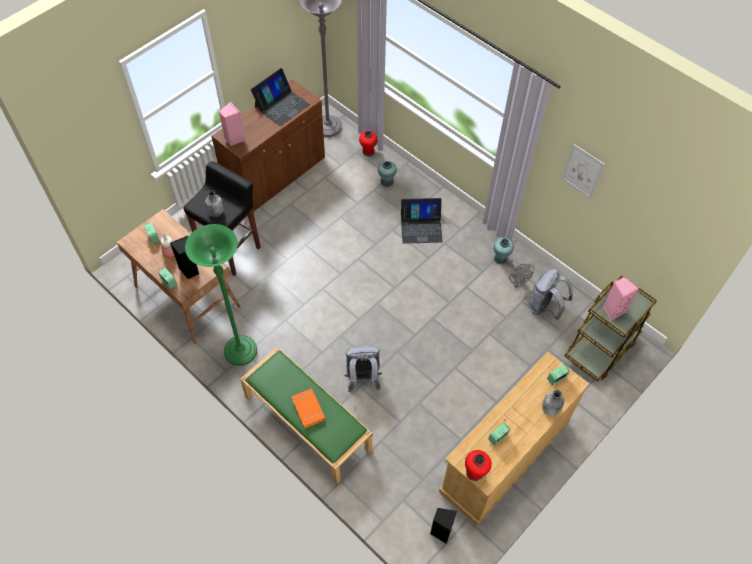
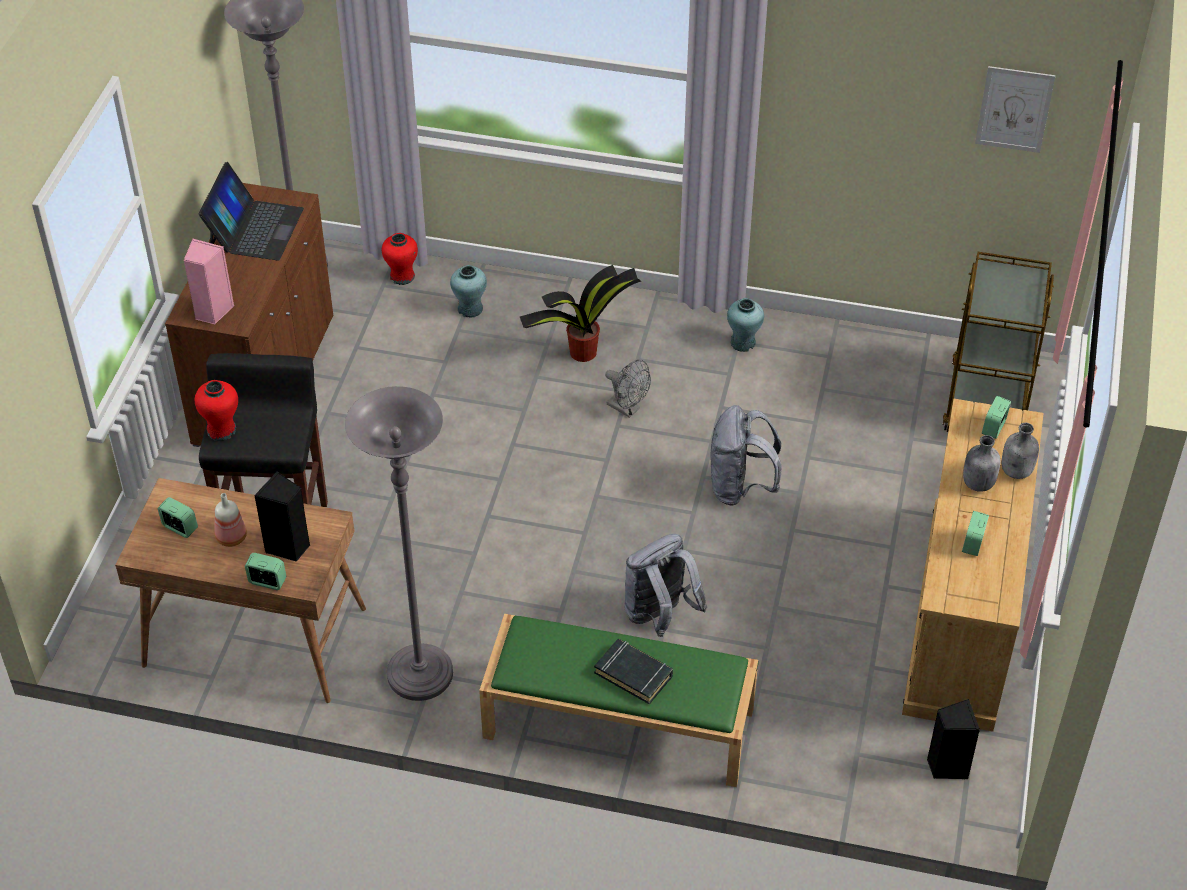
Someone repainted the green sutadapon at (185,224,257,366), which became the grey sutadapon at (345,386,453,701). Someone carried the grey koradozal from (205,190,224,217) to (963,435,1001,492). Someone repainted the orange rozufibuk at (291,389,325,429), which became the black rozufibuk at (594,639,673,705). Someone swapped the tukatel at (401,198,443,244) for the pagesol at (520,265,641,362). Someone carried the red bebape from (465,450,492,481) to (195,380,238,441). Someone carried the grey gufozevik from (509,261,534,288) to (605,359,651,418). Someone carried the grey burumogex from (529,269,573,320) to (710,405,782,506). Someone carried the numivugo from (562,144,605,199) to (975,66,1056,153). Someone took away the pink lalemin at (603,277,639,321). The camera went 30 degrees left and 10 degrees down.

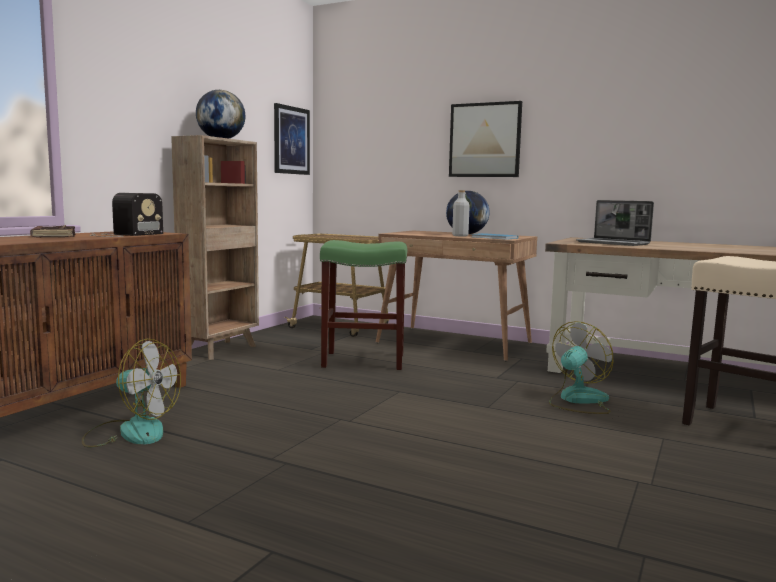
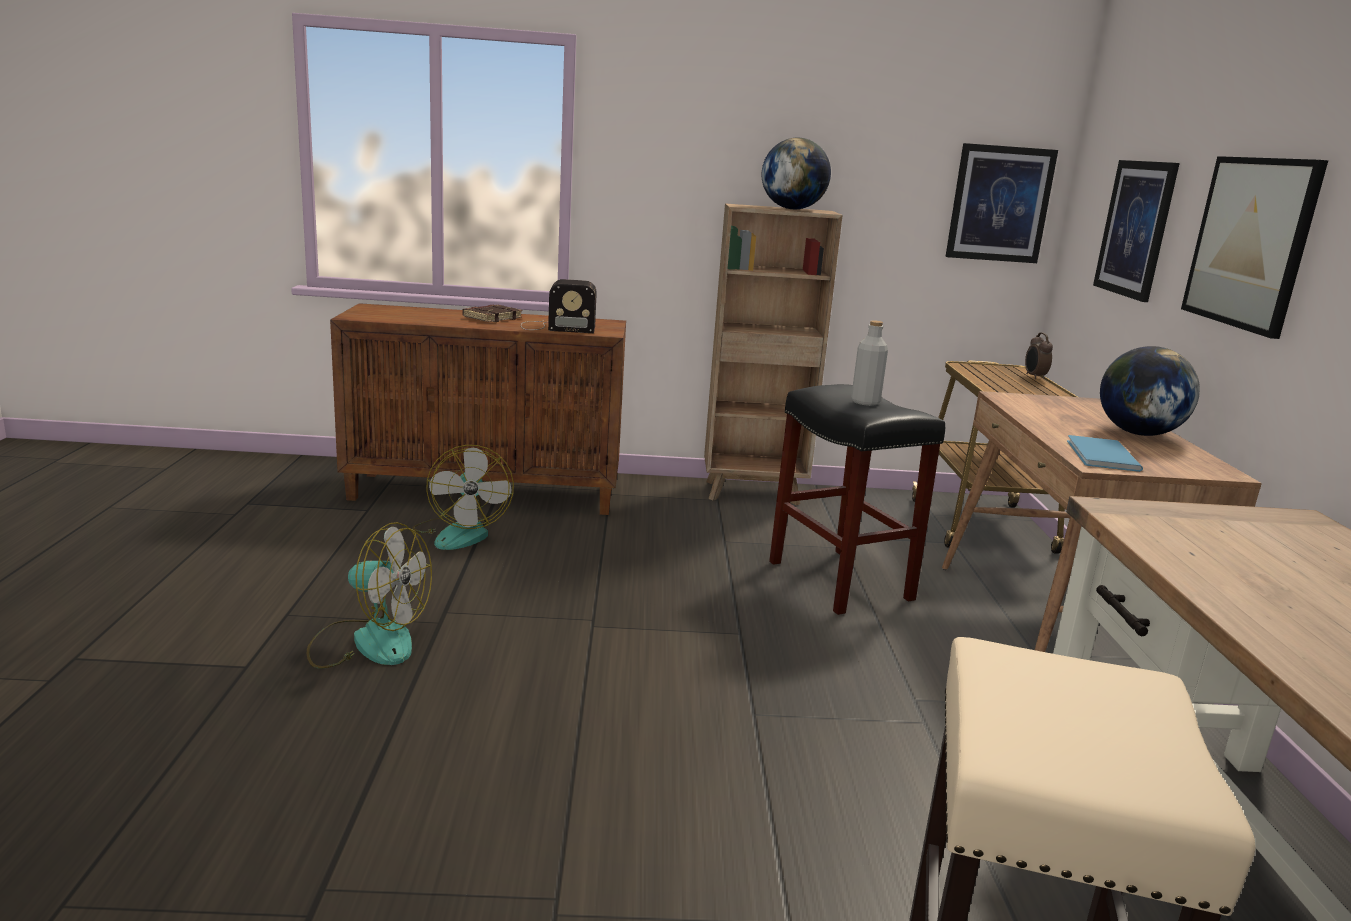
Someone repainted the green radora at (320,240,407,370), which became the black radora at (769,384,945,615). Someone carried the grey koradozal from (452,190,470,236) to (851,320,888,406). Someone carried the gufozevik from (549,321,614,414) to (307,522,432,669). Someone took away the tukatel at (576,200,654,246). Someone put down the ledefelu at (1025,332,1053,379). Someone put up the numivugo at (1093,160,1180,302). The camera went 60 degrees right and 10 degrees up.

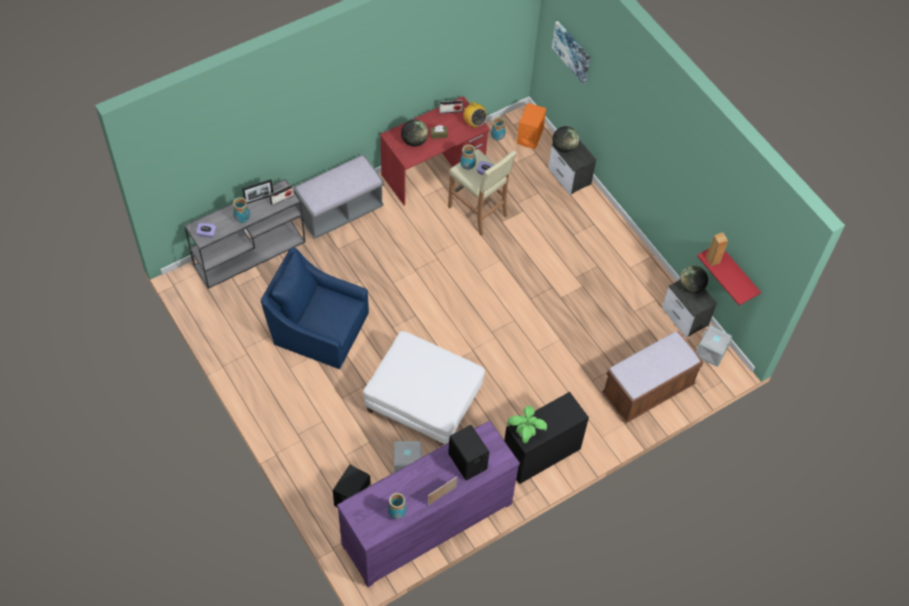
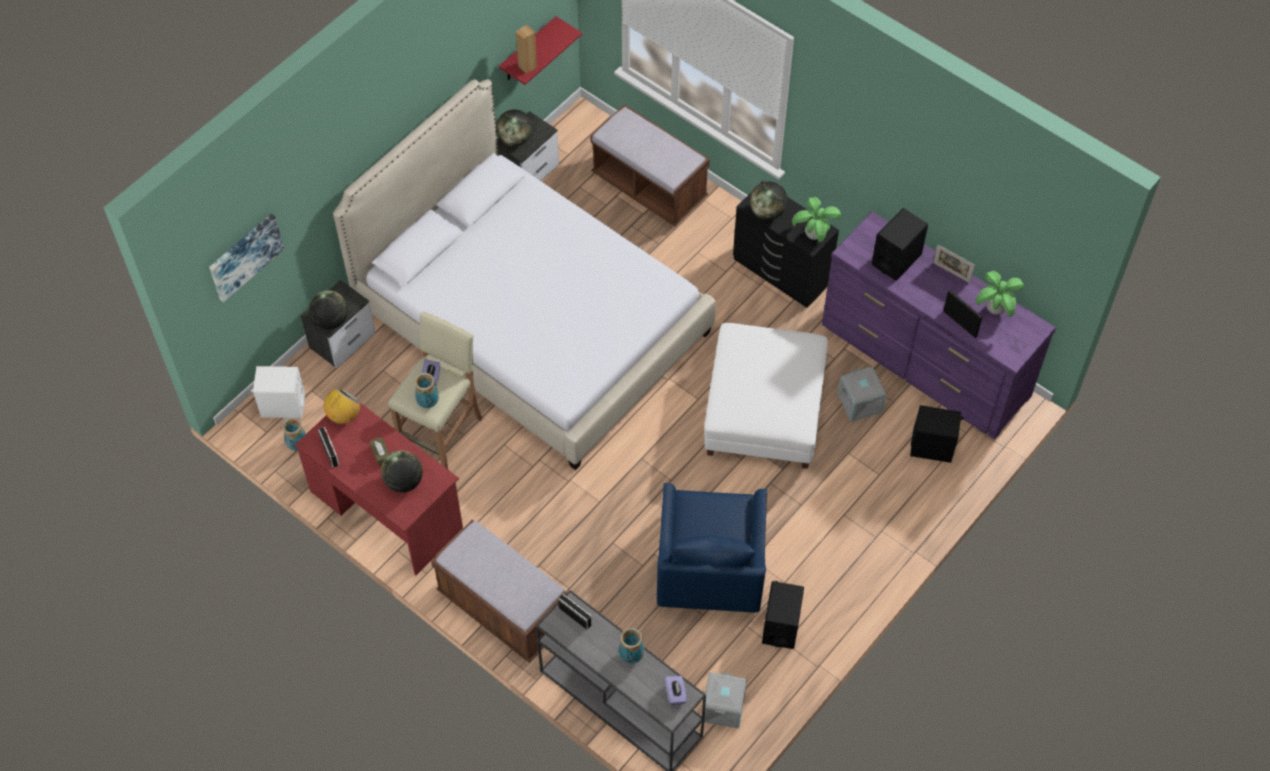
Someone carried the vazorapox from (242,179,273,204) to (943,290,982,338). Someone repainted the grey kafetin at (293,154,384,239), which became the brown kafetin at (431,520,567,663). Someone swapped the bebape at (388,493,407,519) for the pagesol at (976,271,1024,317). Someone repainted the orange lalemin at (517,103,546,149), which became the white lalemin at (251,366,305,418). Someone carried the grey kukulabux from (696,325,732,367) to (704,672,747,729). Someone put down the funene at (333,79,716,470). Someone put down the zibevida at (749,181,787,220). Someone put down the black lalemin at (762,581,804,649). The camera went 105 degrees left and 0 degrees up.

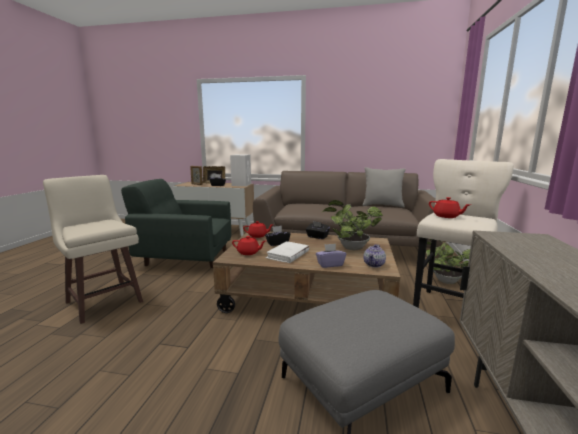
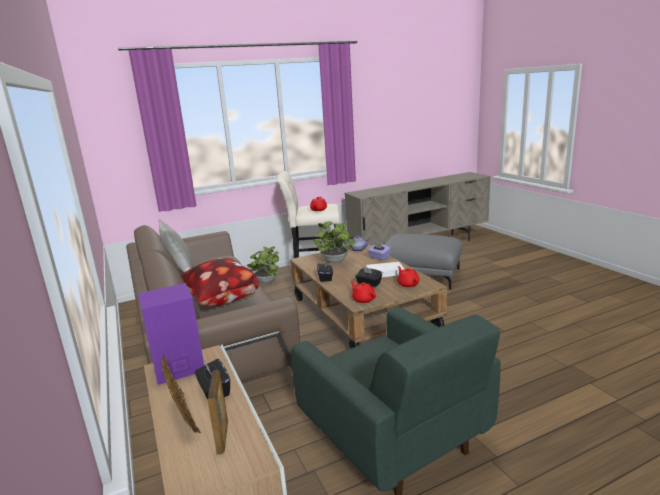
Someone took away the beige radora at (43,175,143,324). Someone repainted the white lalemin at (230,154,251,186), which became the purple lalemin at (138,283,204,385). Someone put down the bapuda at (180,258,259,307). The camera went 125 degrees left and 5 degrees up.

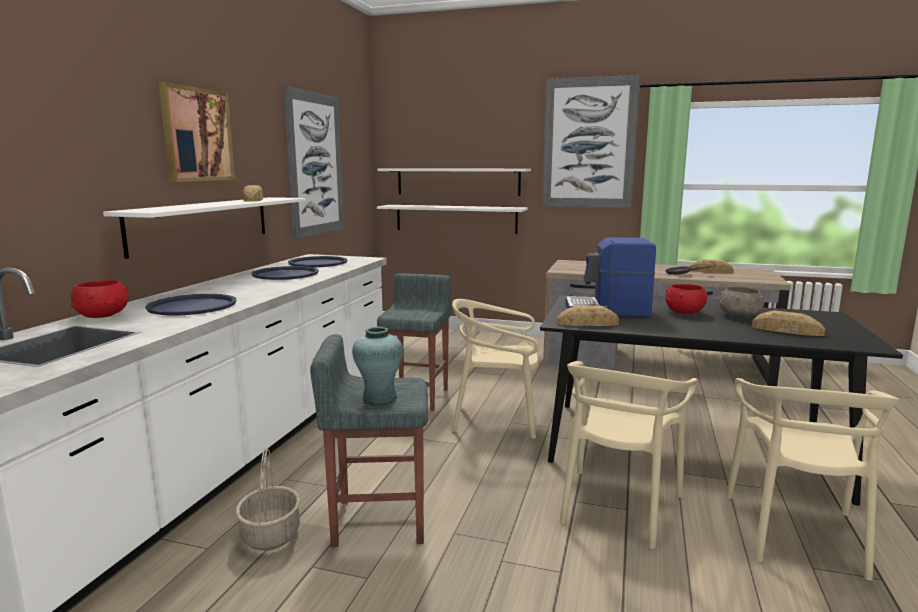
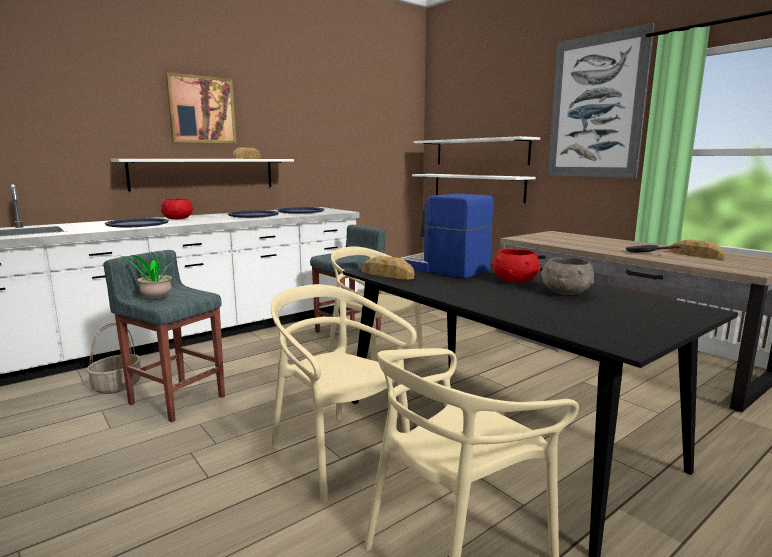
Someone carried the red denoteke from (71,280,129,318) to (161,199,194,219). Someone took away the numivugo at (283,86,344,239). Someone swapped the turquoise bebape at (352,327,403,405) for the pagesol at (114,254,178,298). Someone rotated the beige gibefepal at (559,361,698,549) by 75 degrees clockwise. Someone took away the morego at (752,310,825,336). The camera went 35 degrees right and 0 degrees up.

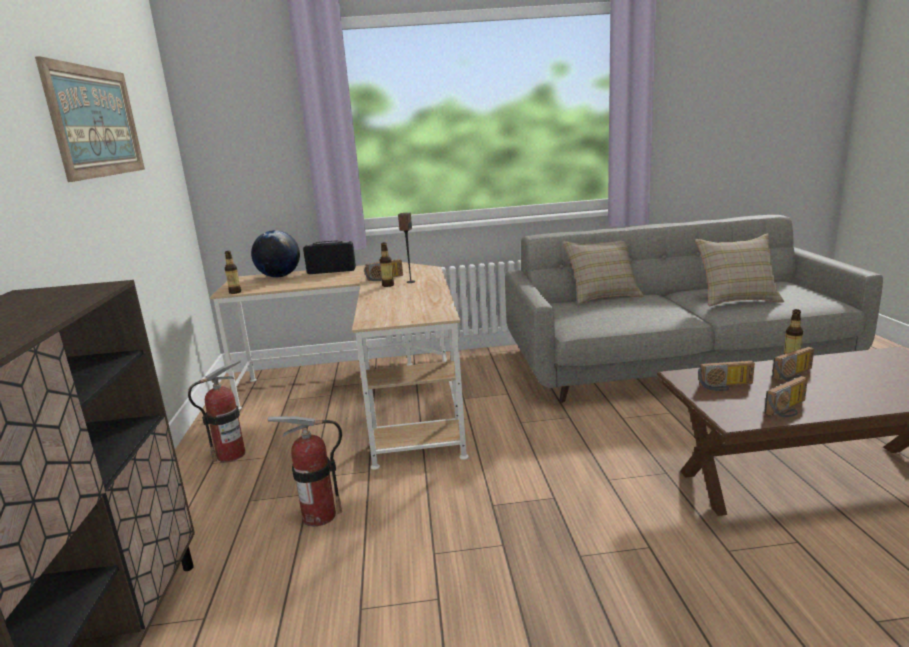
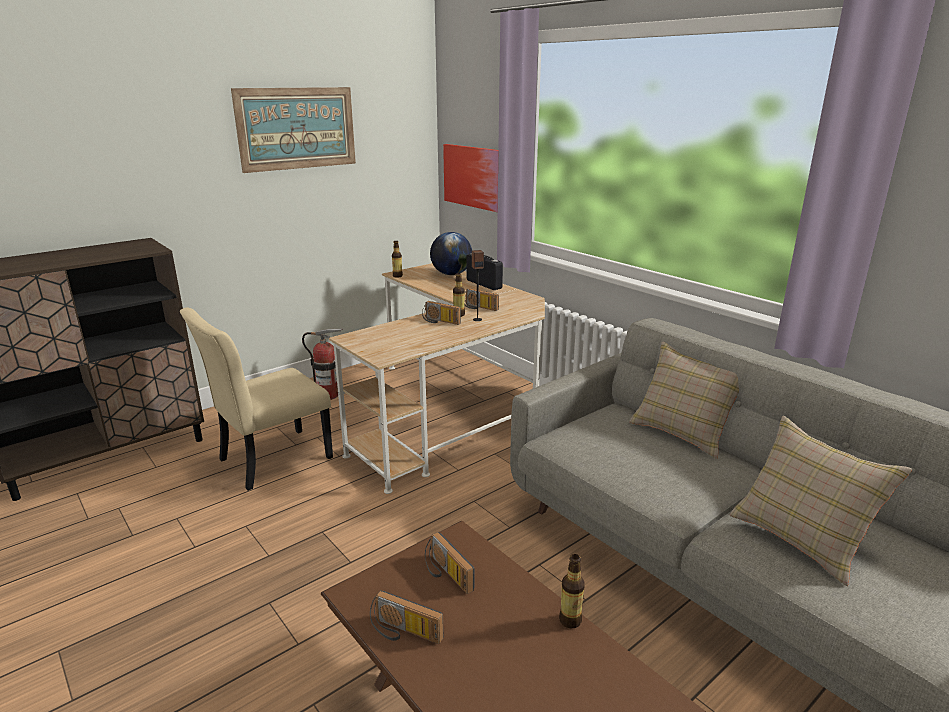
Someone swapped the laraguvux at (267,416,342,526) for the beige gibefepal at (180,308,333,491). Someone carried the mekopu from (772,347,814,381) to (422,301,461,325). Someone put up the numivugo at (443,144,498,212). The camera went 55 degrees right and 5 degrees up.

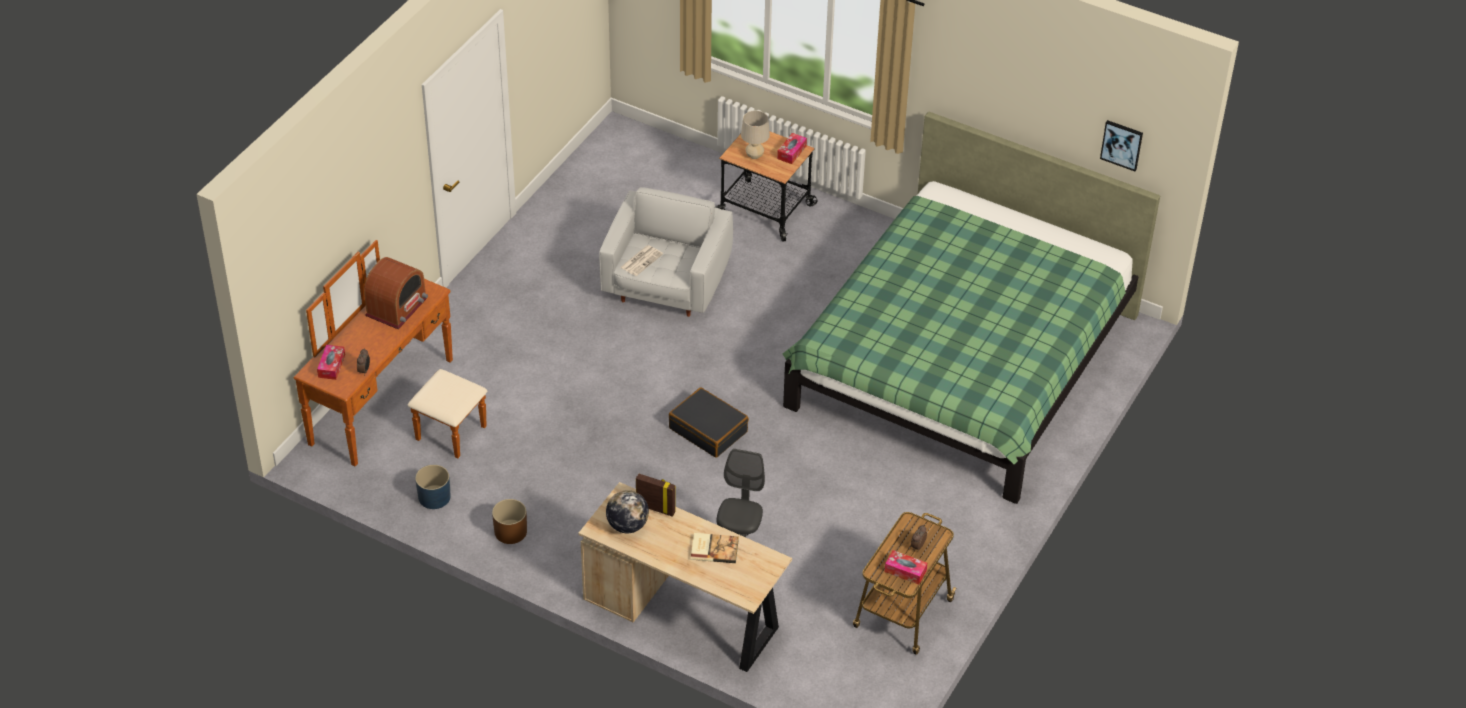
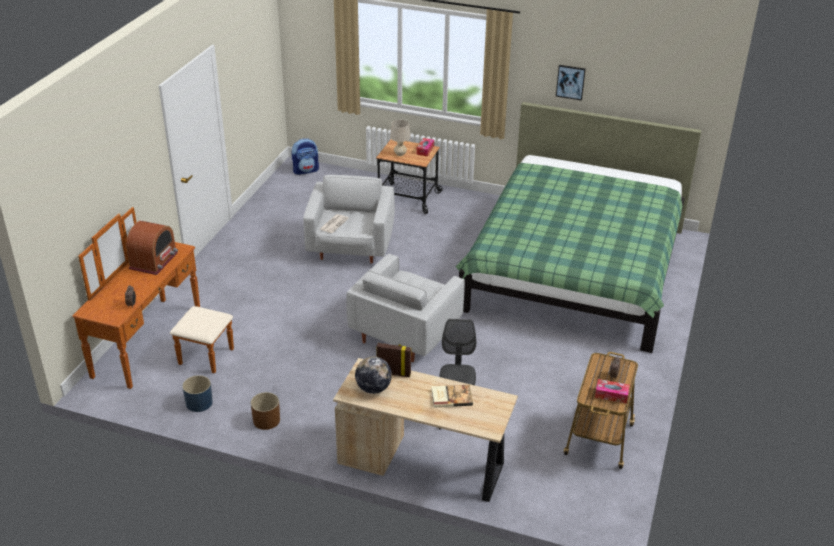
Someone took away the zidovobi at (317,345,345,380). Someone swapped the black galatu at (669,387,749,458) for the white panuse at (346,254,465,362). Someone carried the numivugo from (1100,120,1143,171) to (556,65,586,101). Someone put down the burumogex at (291,138,319,175). The camera went 10 degrees left and 10 degrees down.

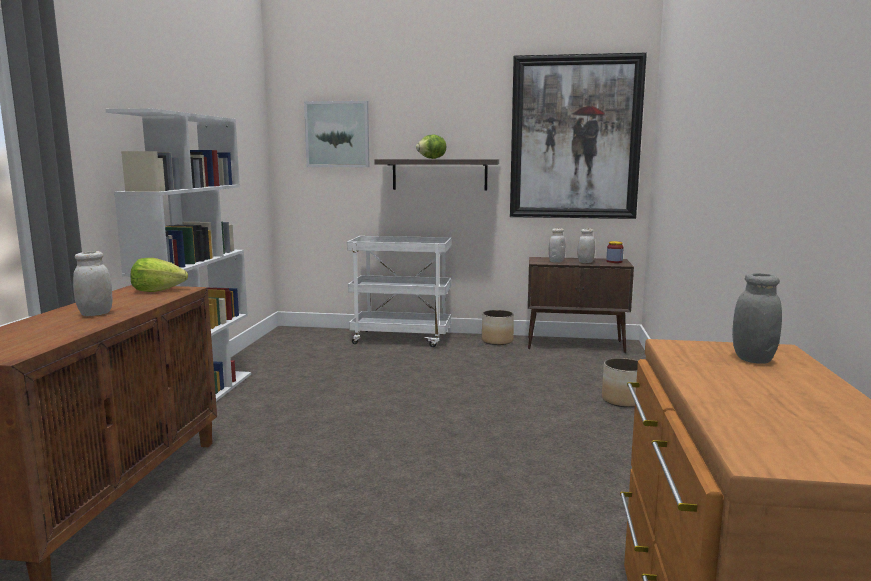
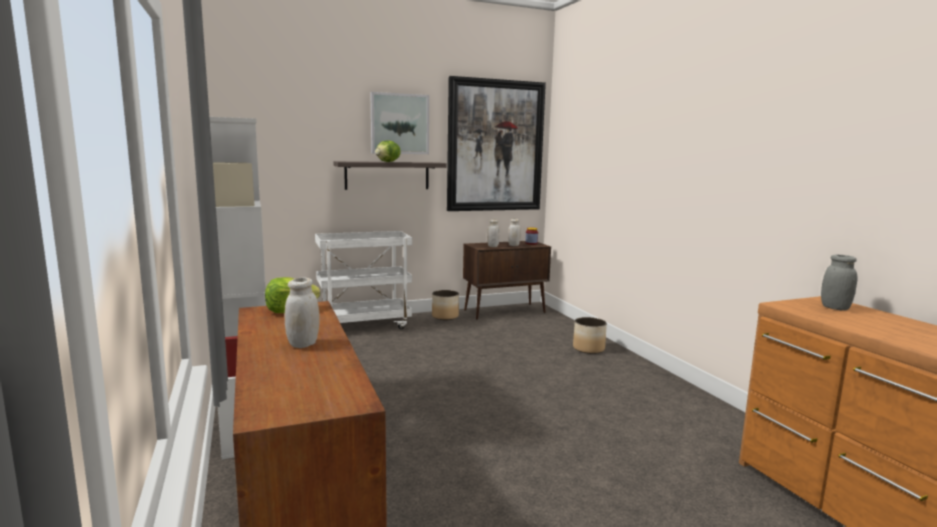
Someone carried the numivugo from (304,101,369,167) to (371,92,429,154). The camera went 30 degrees left and 0 degrees up.

